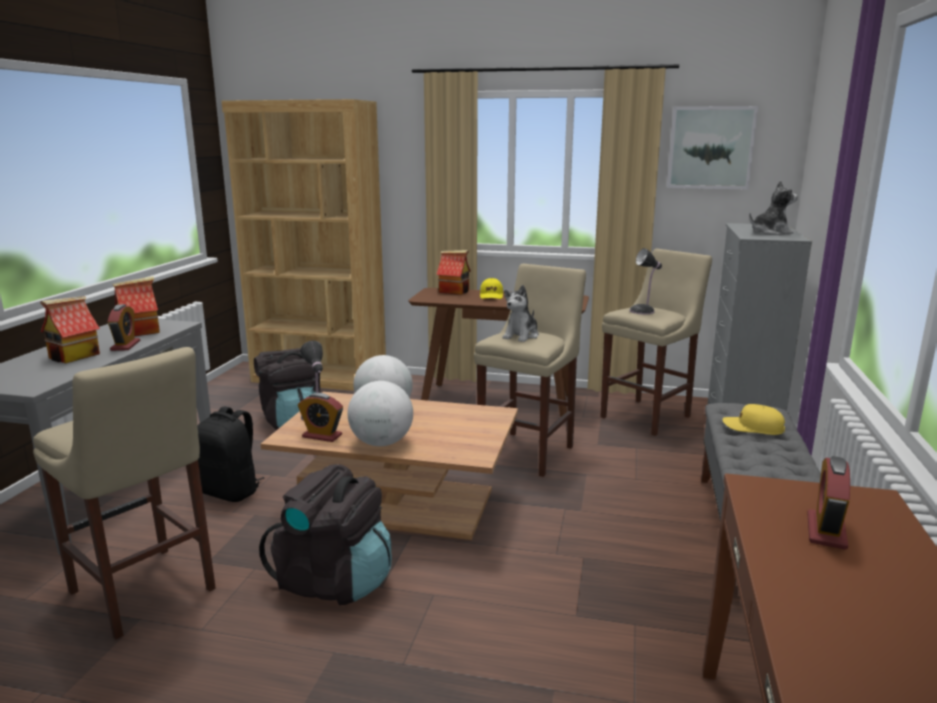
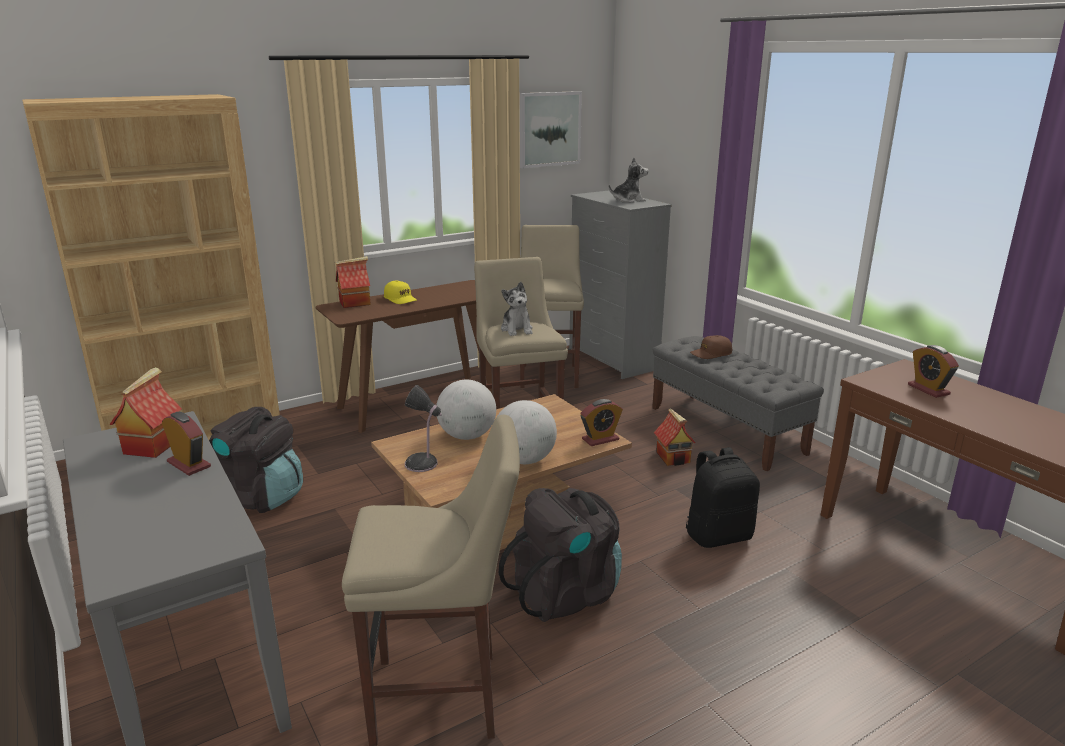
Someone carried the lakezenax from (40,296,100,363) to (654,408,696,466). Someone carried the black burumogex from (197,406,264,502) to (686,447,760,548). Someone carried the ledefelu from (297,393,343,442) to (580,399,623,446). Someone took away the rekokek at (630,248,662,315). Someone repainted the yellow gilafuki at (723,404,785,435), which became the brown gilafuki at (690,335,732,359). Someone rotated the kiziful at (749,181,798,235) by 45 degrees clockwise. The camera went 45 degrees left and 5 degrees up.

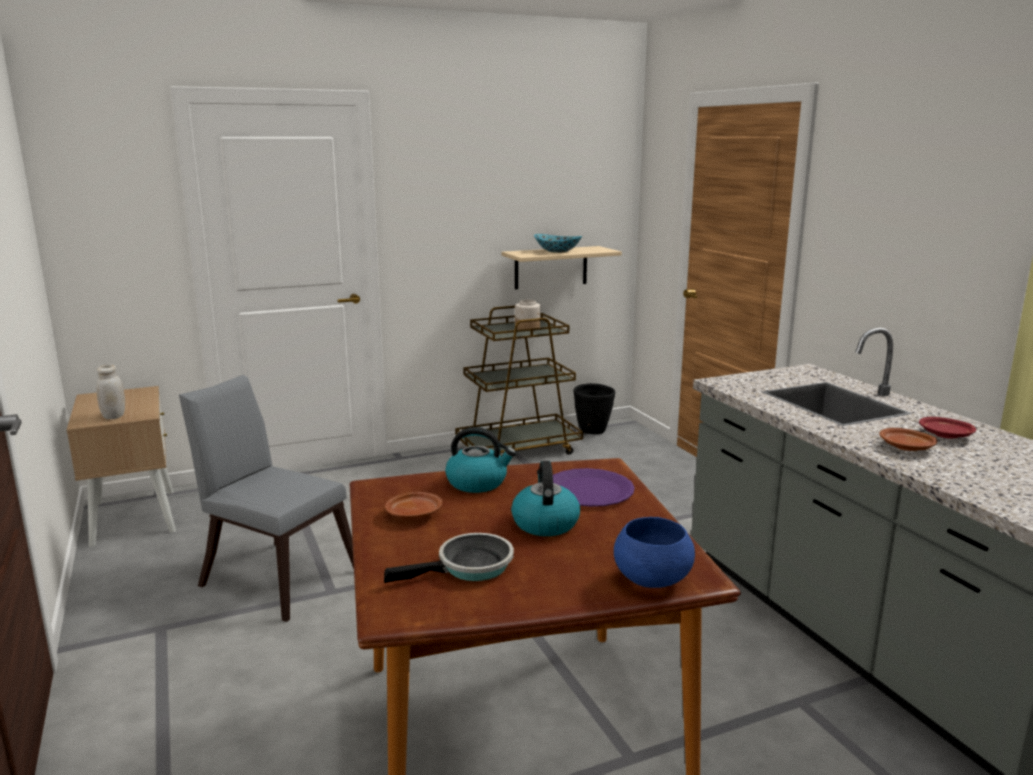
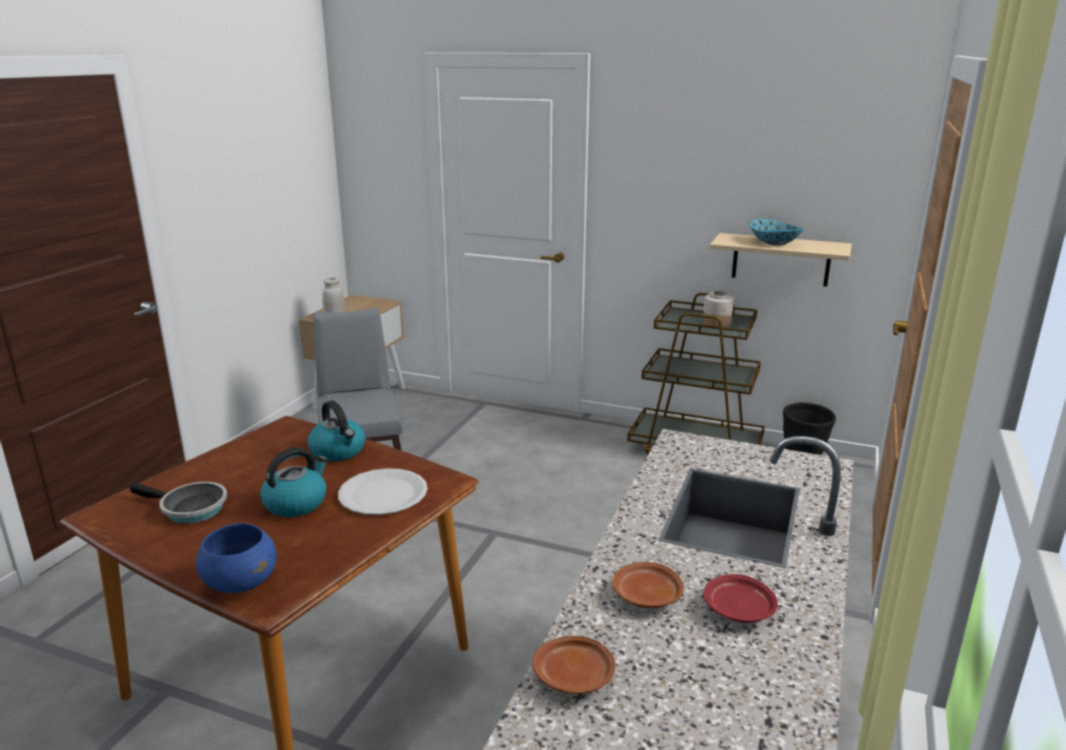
Someone carried the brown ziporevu from (385,491,442,519) to (532,636,616,694). Someone repainted the purple ziporevu at (553,468,635,507), which became the white ziporevu at (338,468,428,515). The camera went 45 degrees right and 5 degrees up.

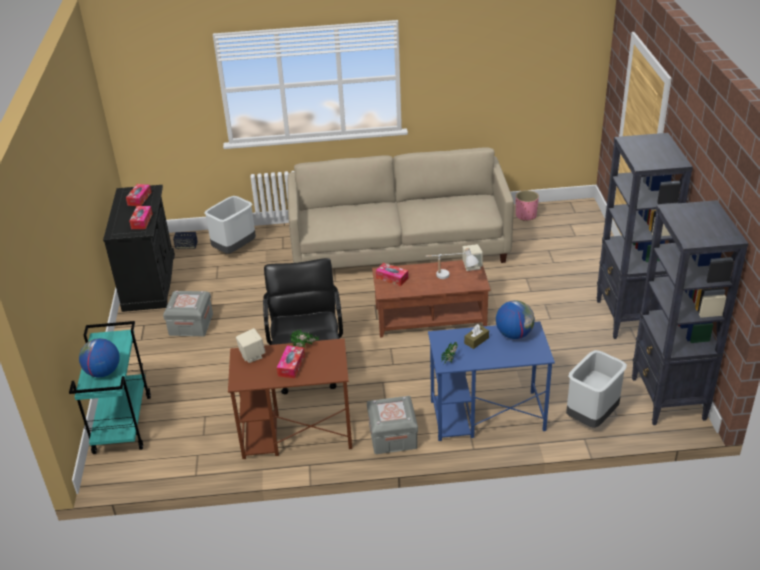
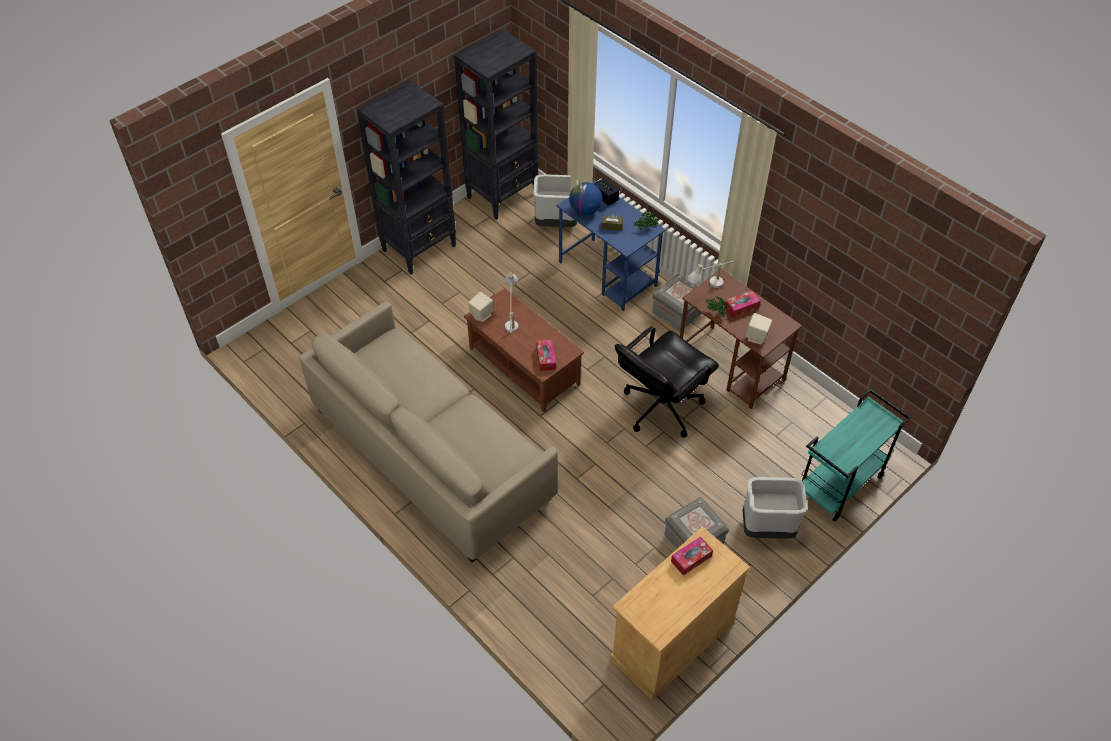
Someone took away the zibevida at (79,338,119,377). Someone repainted the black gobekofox at (103,185,175,312), which became the beige gobekofox at (610,527,750,700). Someone took away the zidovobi at (126,184,152,206). Someone carried the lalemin from (173,232,198,249) to (594,178,619,206). Someone carried the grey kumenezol from (204,196,256,254) to (742,477,807,539). Someone took away the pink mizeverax at (516,190,539,221). Someone put down the white rekokek at (687,261,734,288). The camera went 130 degrees left and 15 degrees up.

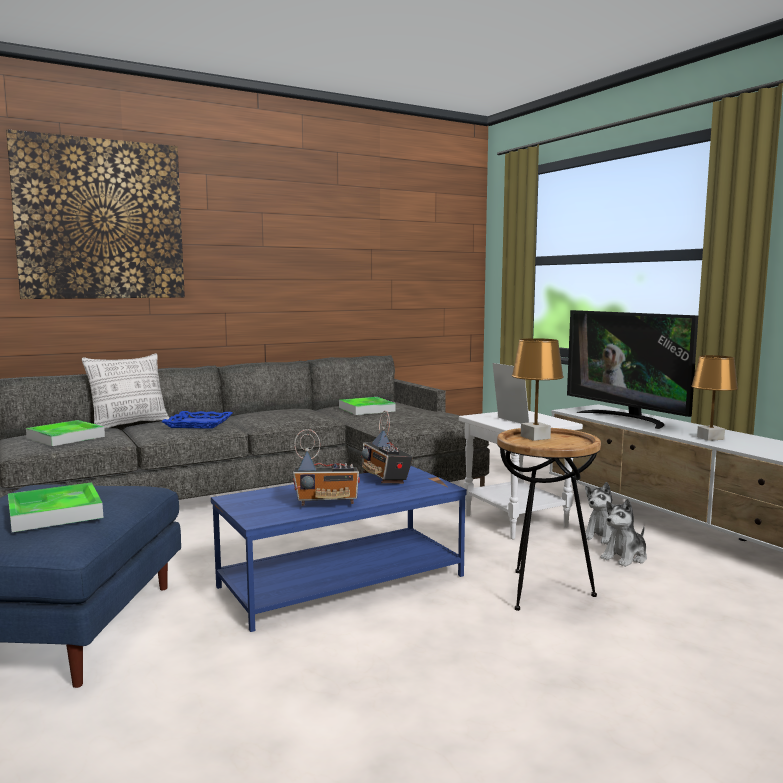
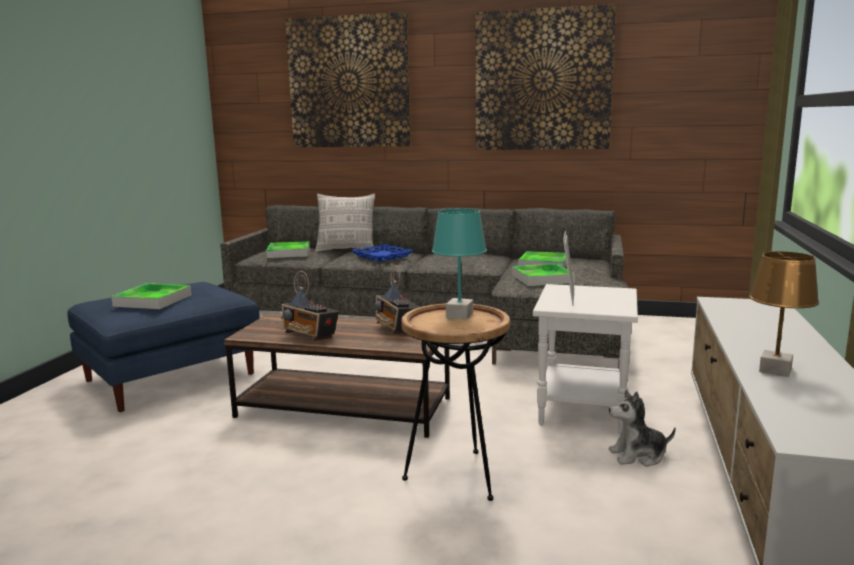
Someone repainted the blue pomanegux at (211,466,467,632), which became the brown pomanegux at (224,313,450,438). Someone rotated the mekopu at (361,411,413,484) by 45 degrees counterclockwise. Someone repainted the brown rekokek at (512,338,564,441), which became the turquoise rekokek at (432,209,487,320). Someone took away the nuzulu at (567,310,698,429). Someone took away the kiziful at (601,499,647,567). Someone put up the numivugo at (476,4,616,150). Someone put down the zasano at (512,263,575,286). The camera went 45 degrees right and 5 degrees up.

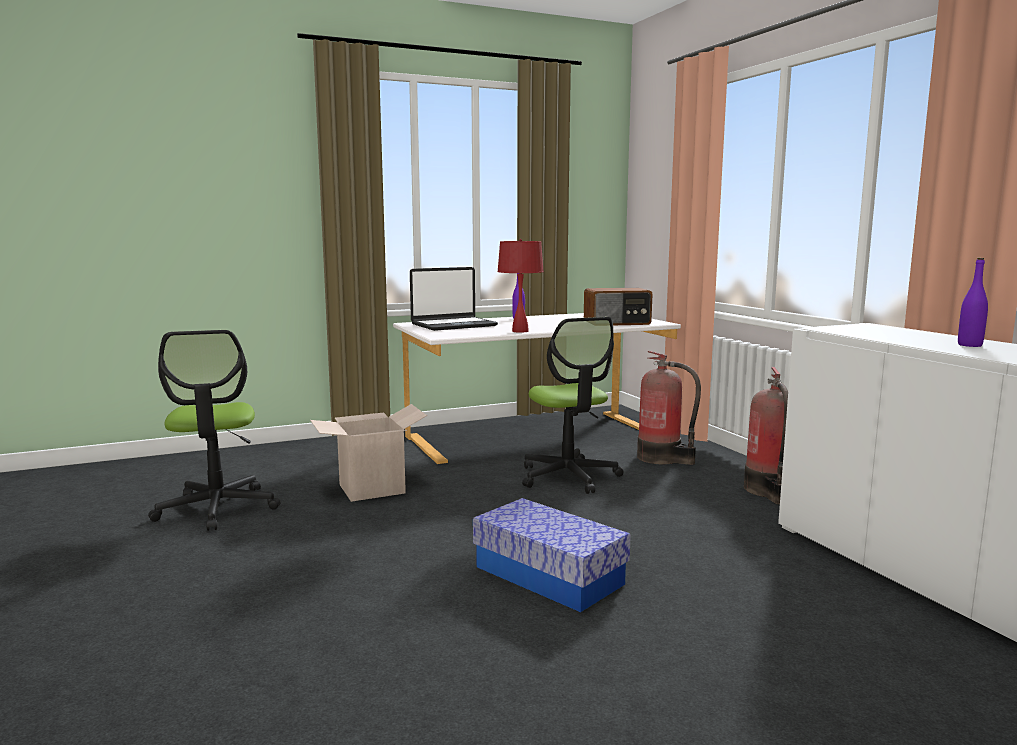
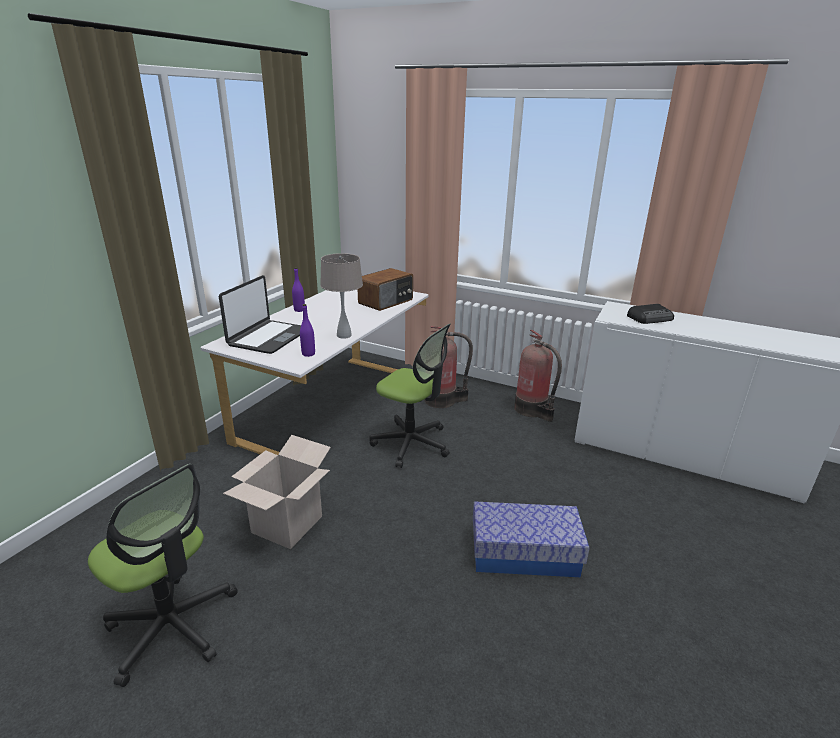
Someone repainted the red rekokek at (497,239,544,333), which became the beige rekokek at (320,253,363,339). Someone carried the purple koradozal from (958,258,988,347) to (300,304,315,357). Someone put down the mekopu at (627,304,674,324). The camera went 40 degrees left and 15 degrees up.

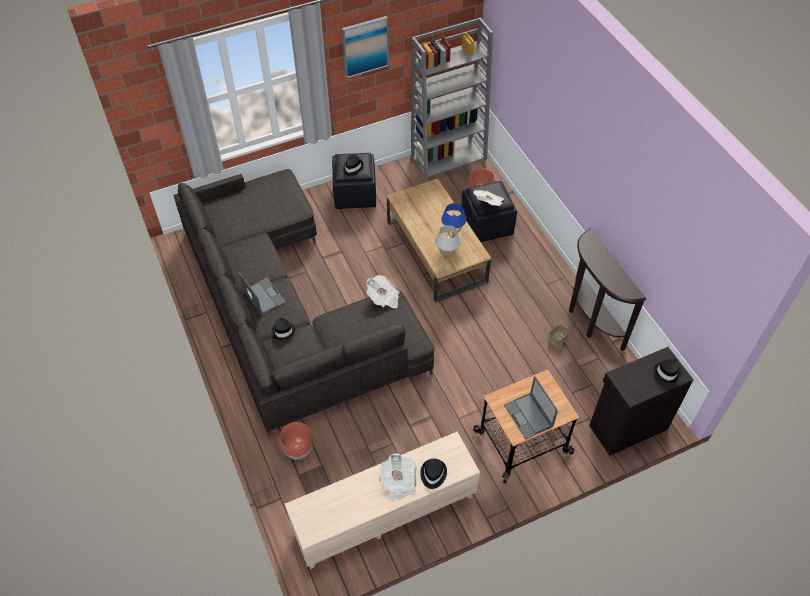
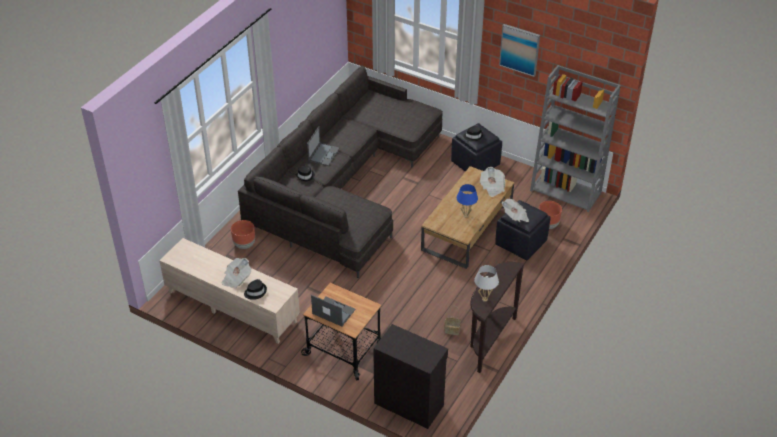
Someone carried the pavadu from (366,275,400,309) to (480,167,505,197). Someone carried the white rekokek from (435,225,460,262) to (474,265,499,302). Someone rotated the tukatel at (504,376,558,439) by 90 degrees clockwise. Someone took away the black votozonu at (654,359,682,383). The camera went 55 degrees right and 10 degrees down.

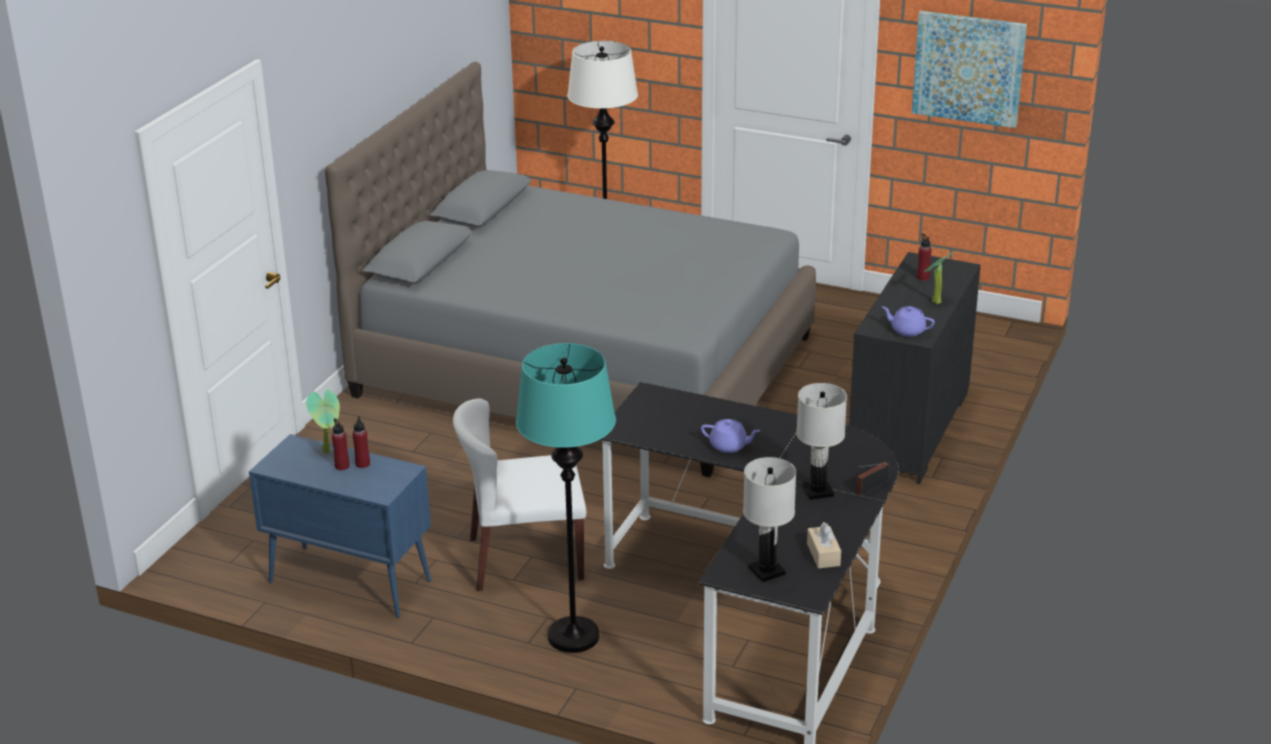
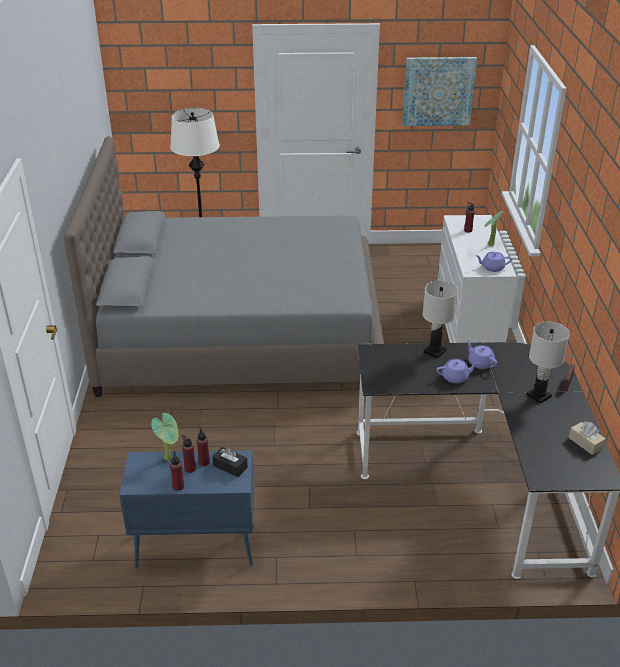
Someone took away the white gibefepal at (453,399,586,591). Someone took away the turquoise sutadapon at (516,343,616,653). Someone carried the white rekokek from (743,457,796,582) to (422,281,458,359). Someone repainted the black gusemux at (849,252,981,484), which became the white gusemux at (438,215,517,343). Someone put down the red koradozal at (170,451,184,491). Someone put down the black zidovobi at (212,447,248,477). Someone put down the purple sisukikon at (466,340,498,369). The camera went 25 degrees left and 5 degrees up.

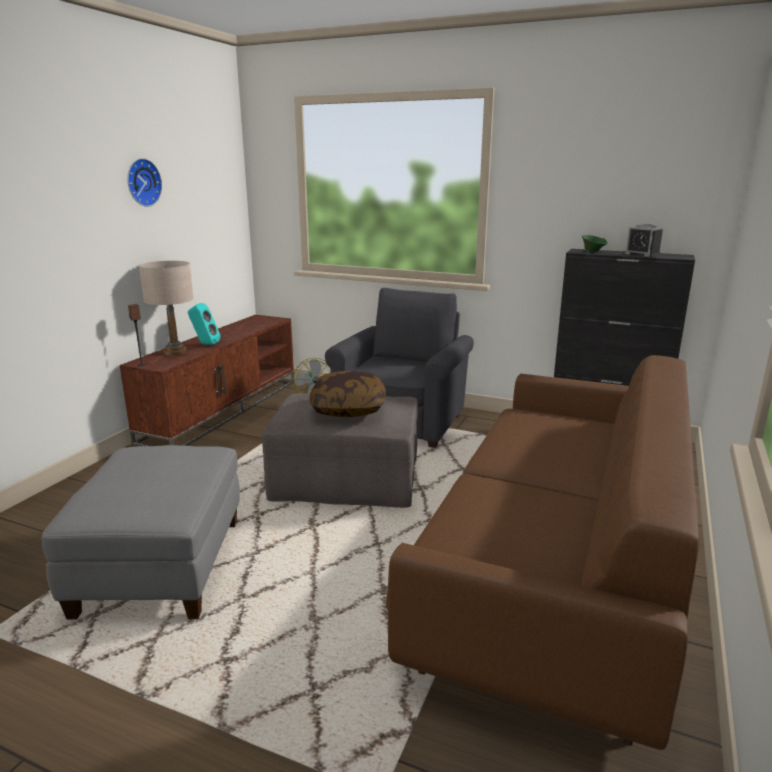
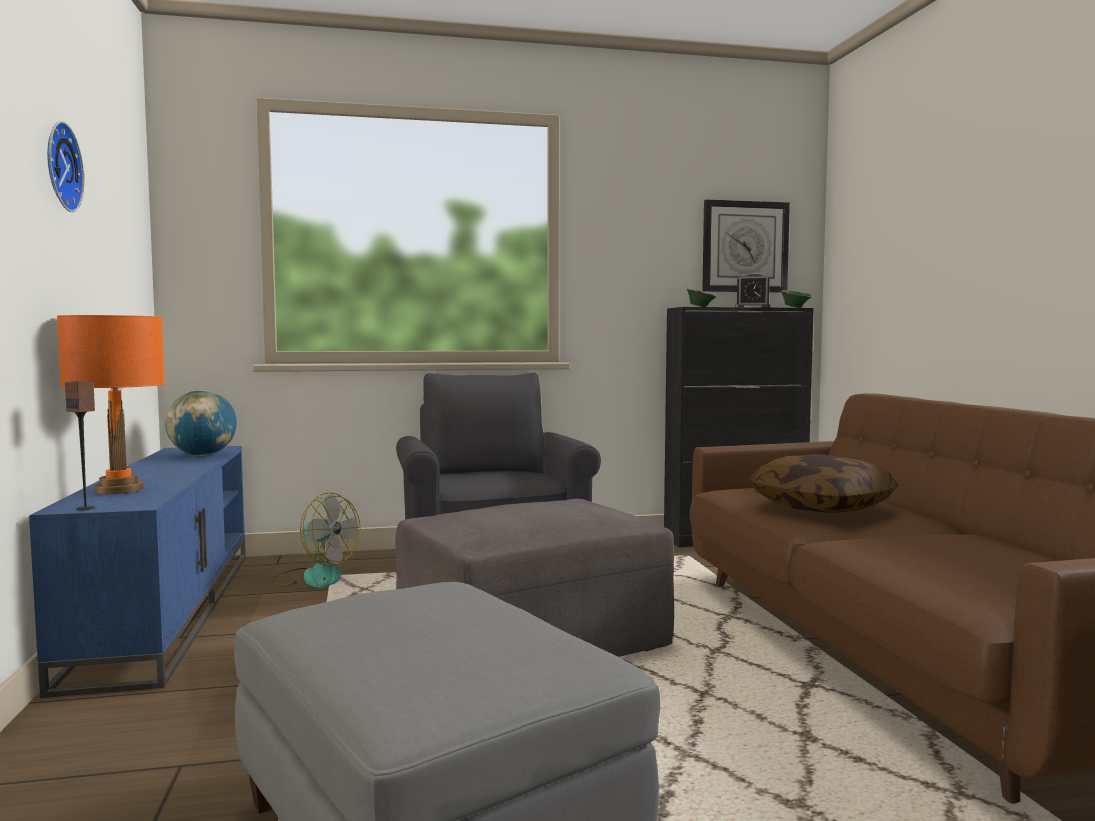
Someone repainted the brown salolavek at (119,315,294,446), which became the blue salolavek at (29,446,246,698). Someone repainted the beige rekokek at (139,261,194,356), which became the orange rekokek at (57,315,165,494). Someone took away the turquoise lalemin at (188,303,220,345). Someone carried the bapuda from (309,371,386,417) to (749,454,898,513). Someone put down the zibevida at (165,390,237,456). Someone put up the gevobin at (702,199,790,293). Someone put down the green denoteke at (781,290,812,308). The camera went 35 degrees left and 15 degrees down.

